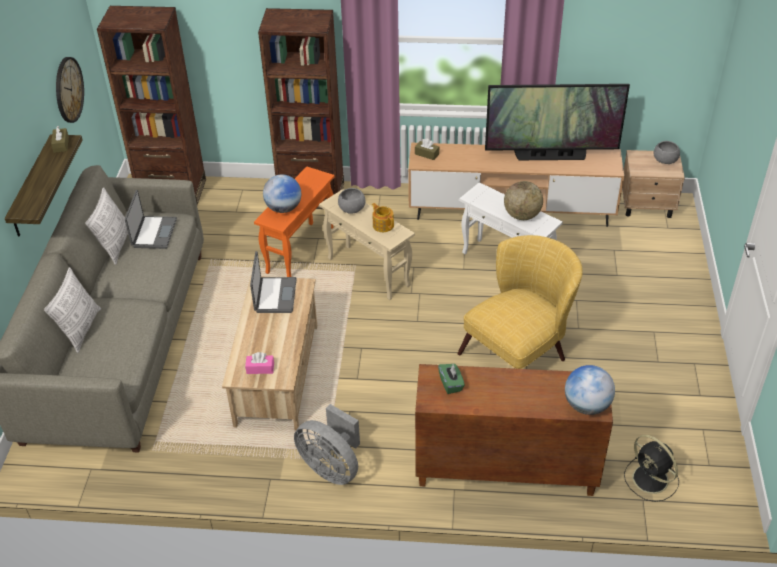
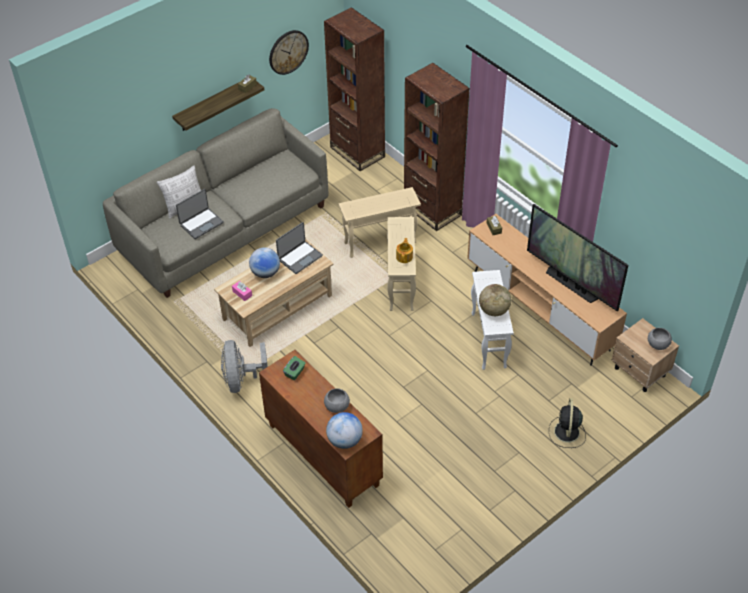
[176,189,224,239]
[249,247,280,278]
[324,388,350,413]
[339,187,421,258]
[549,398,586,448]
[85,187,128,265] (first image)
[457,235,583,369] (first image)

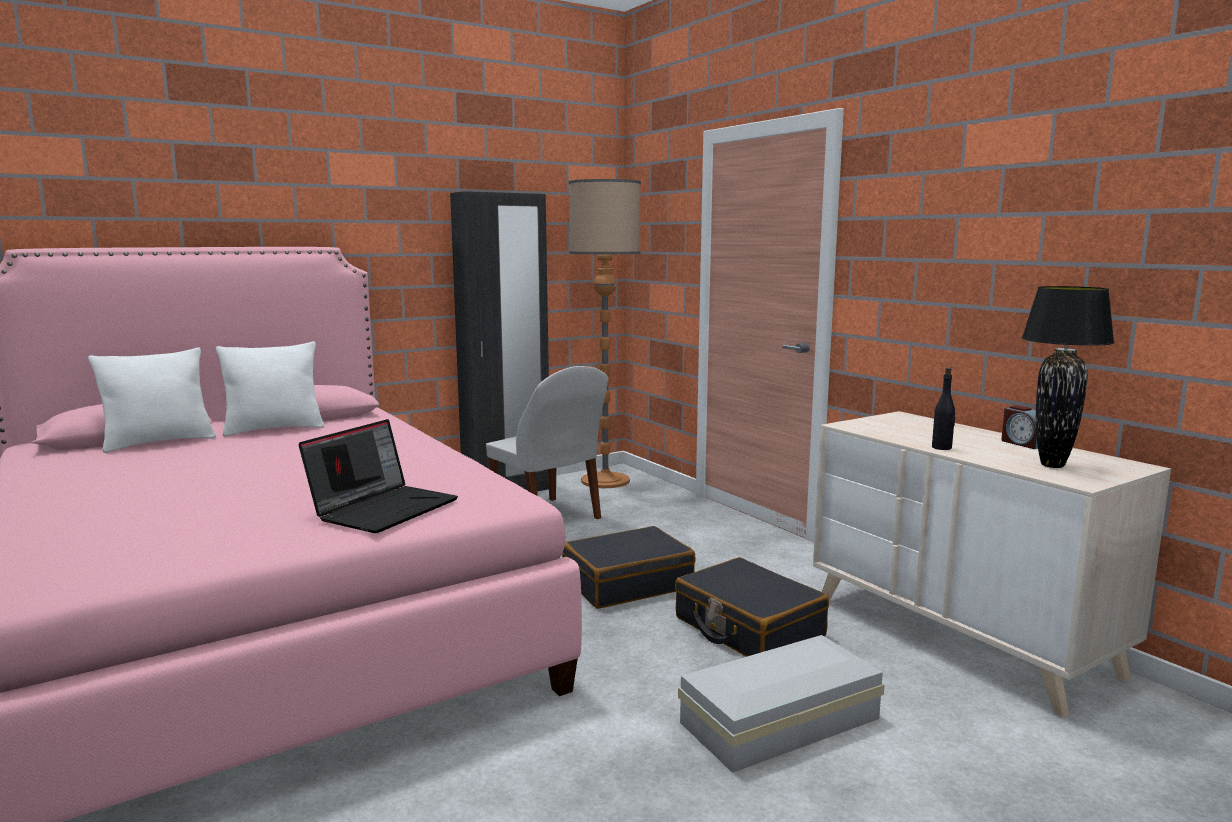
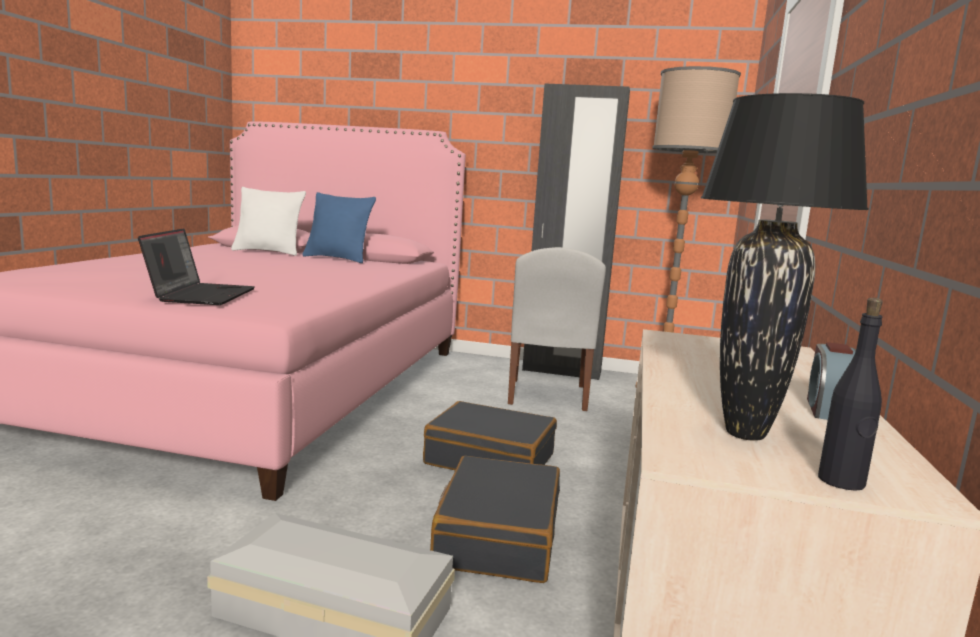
[138,228,255,305]
[302,192,376,263]
[818,298,883,491]

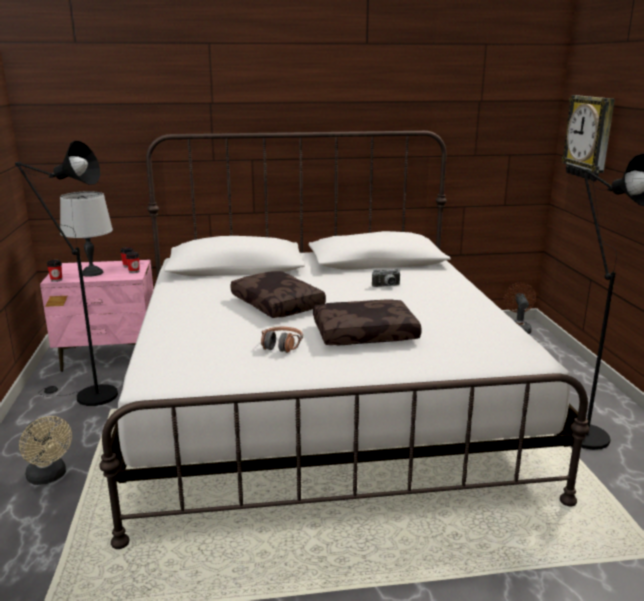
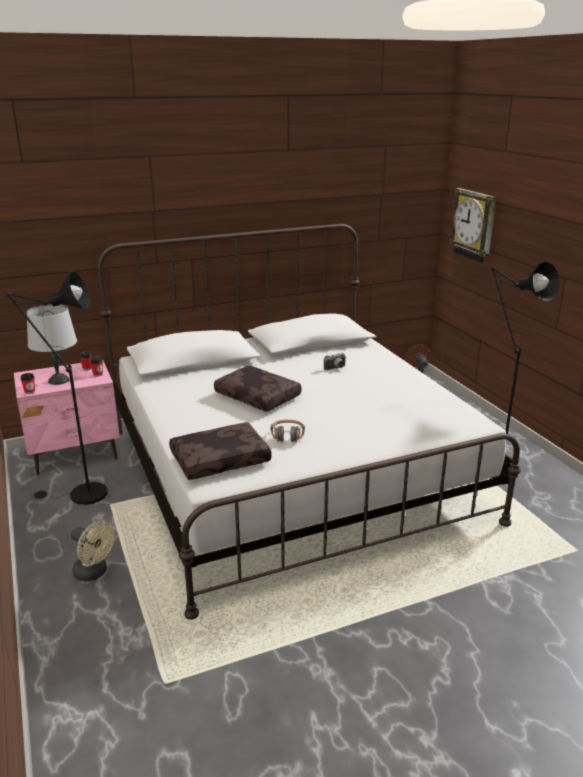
[169,422,272,480]

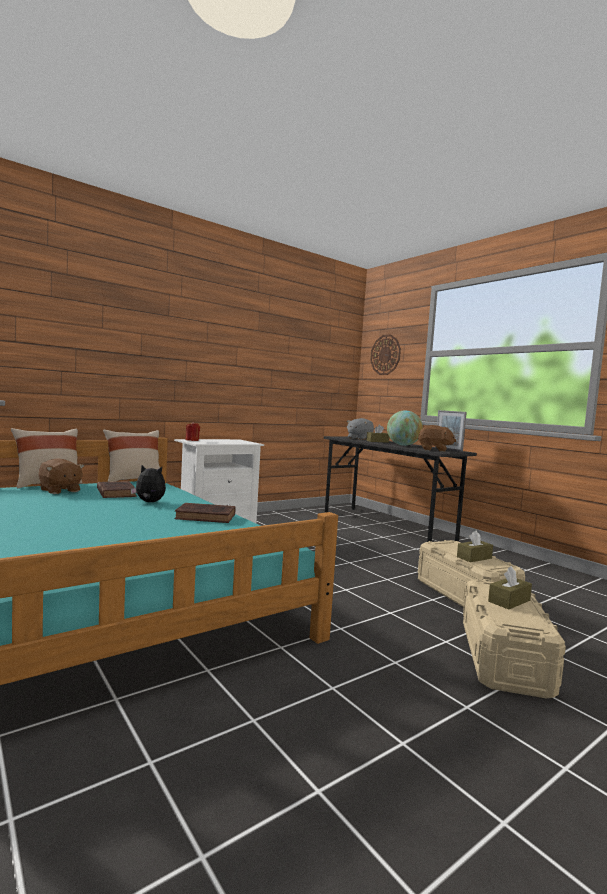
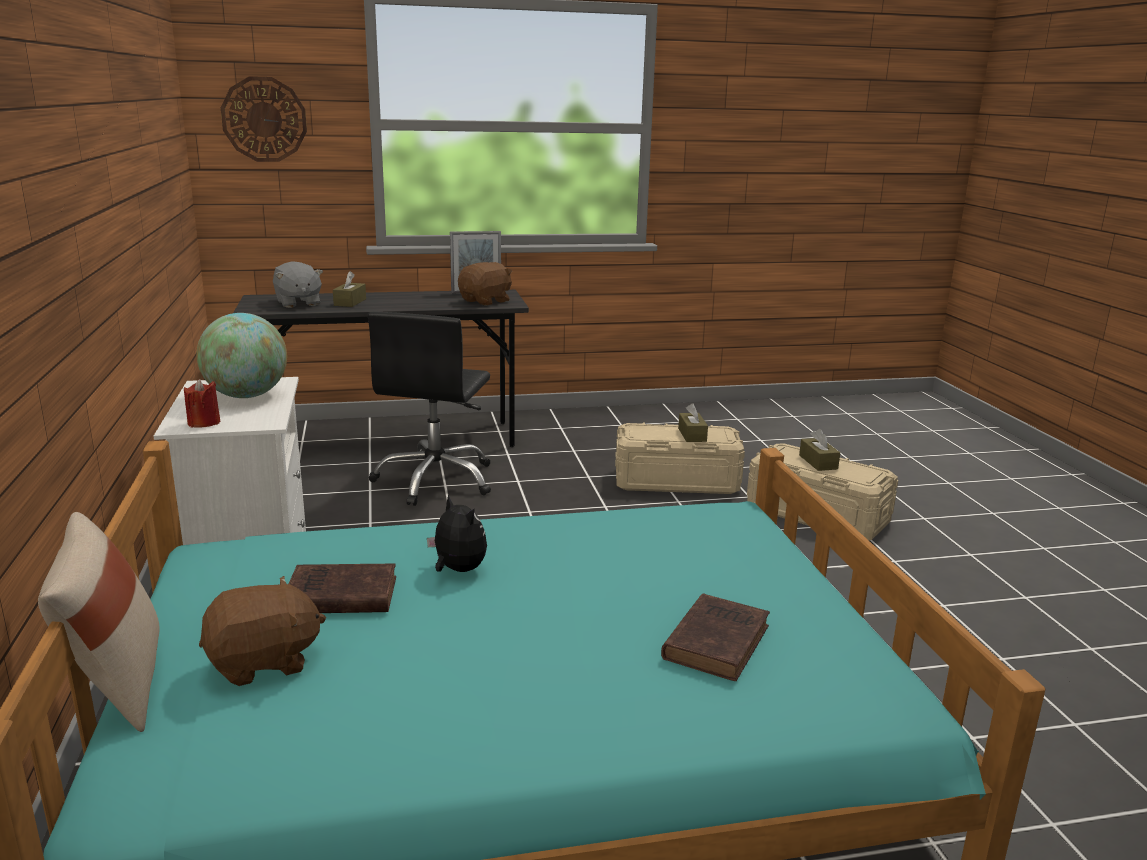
[197,313,287,398]
[368,312,491,506]
[427,494,487,572]
[661,594,770,681]
[103,430,160,482] (first image)

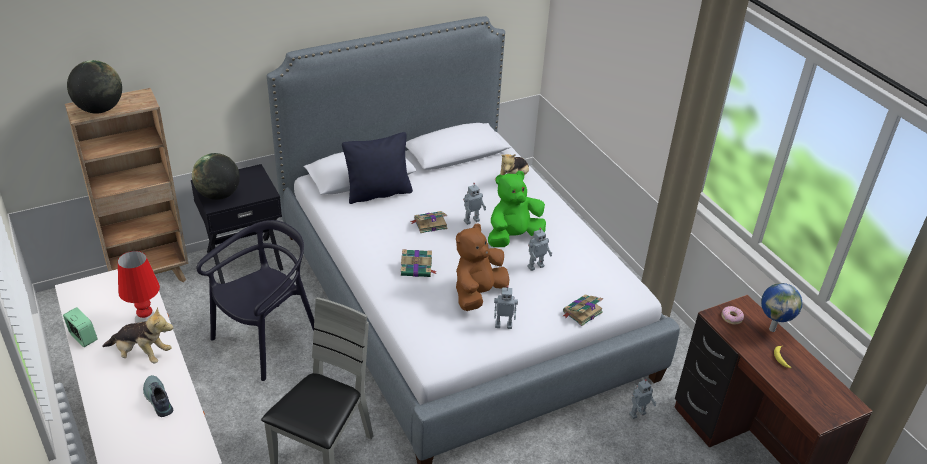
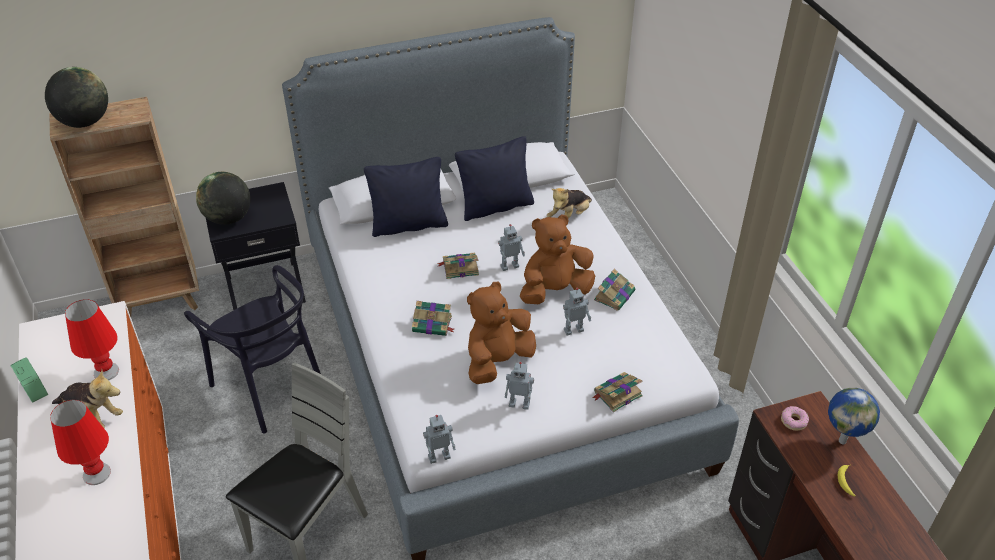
[50,400,111,485]
[184,265,321,434]
[423,415,456,464]
[455,136,534,221]
[520,214,595,304]
[594,269,635,311]

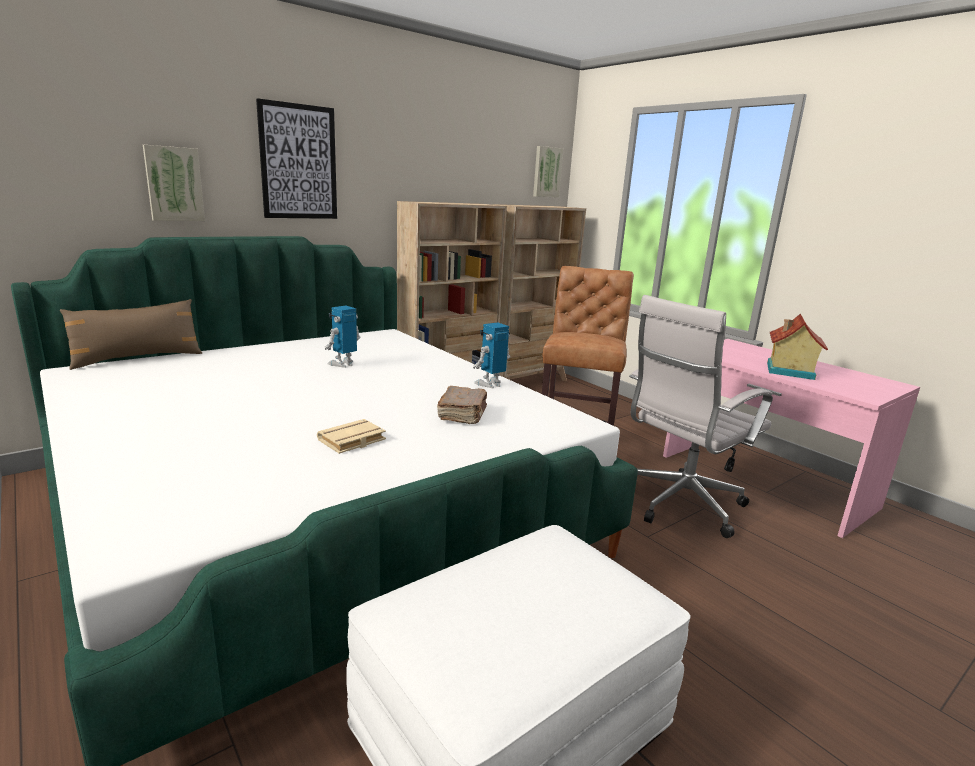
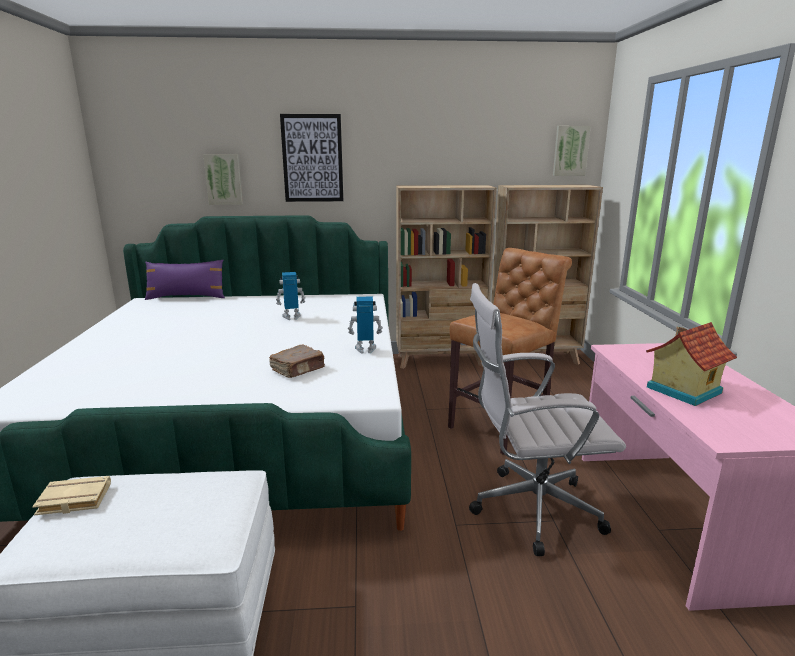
[32,476,111,516]
[145,260,225,300]

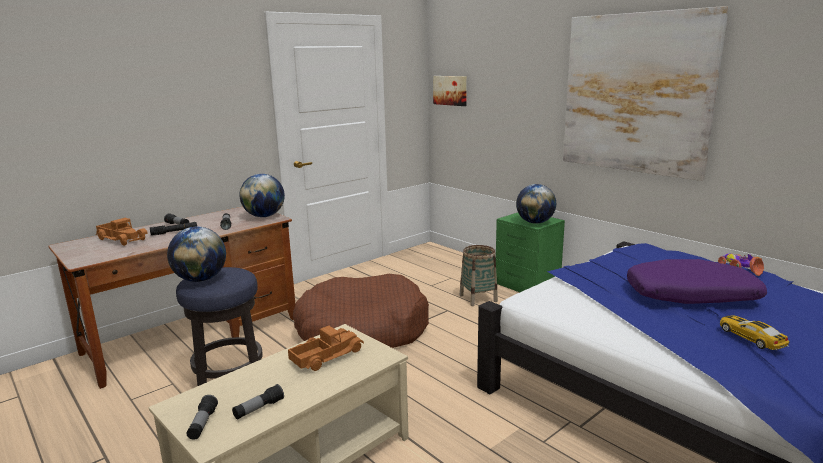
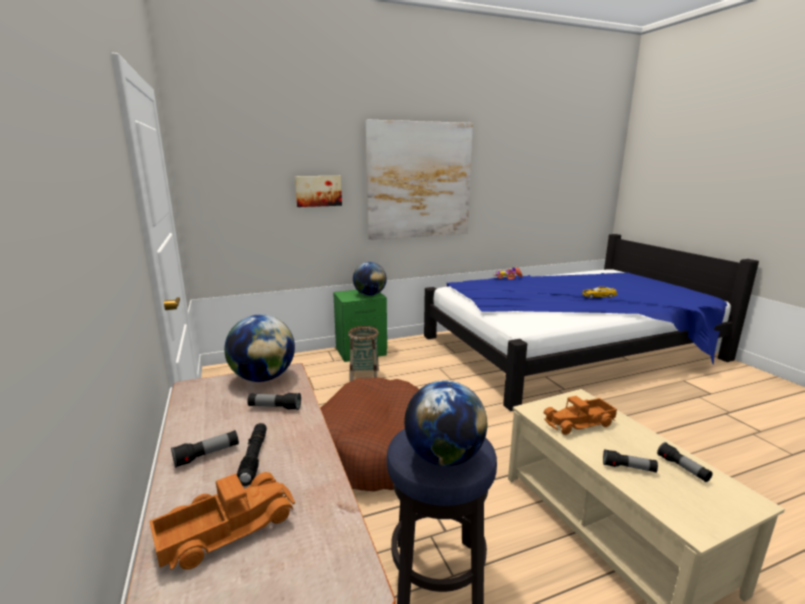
[295,176,342,207]
[544,396,617,435]
[603,449,658,472]
[627,259,767,304] (first image)

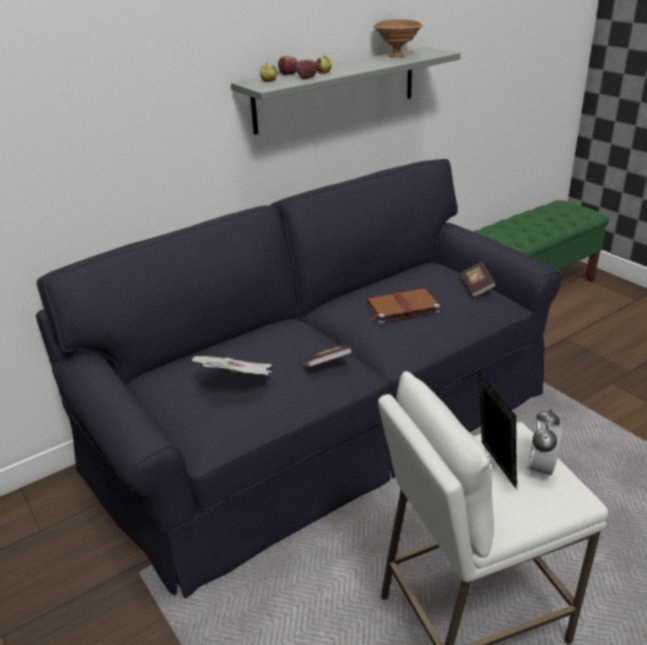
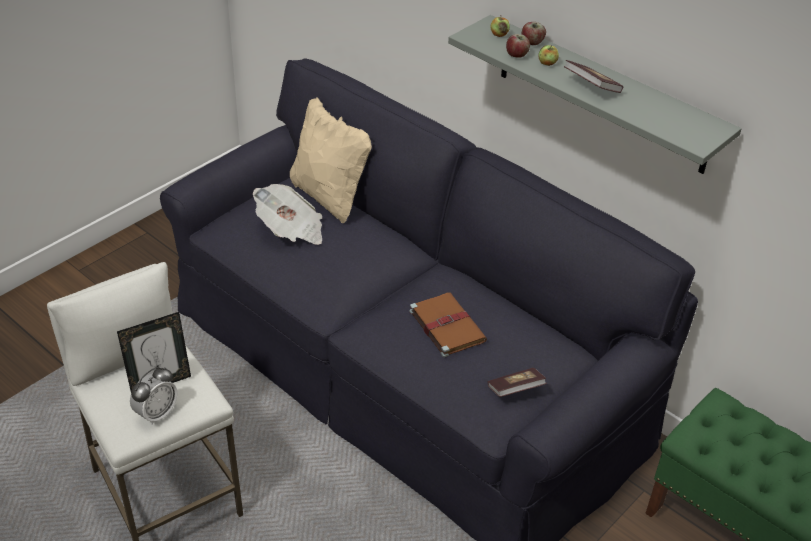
[130,367,177,425]
[290,97,372,223]
[564,60,623,93]
[373,19,423,57] (first image)

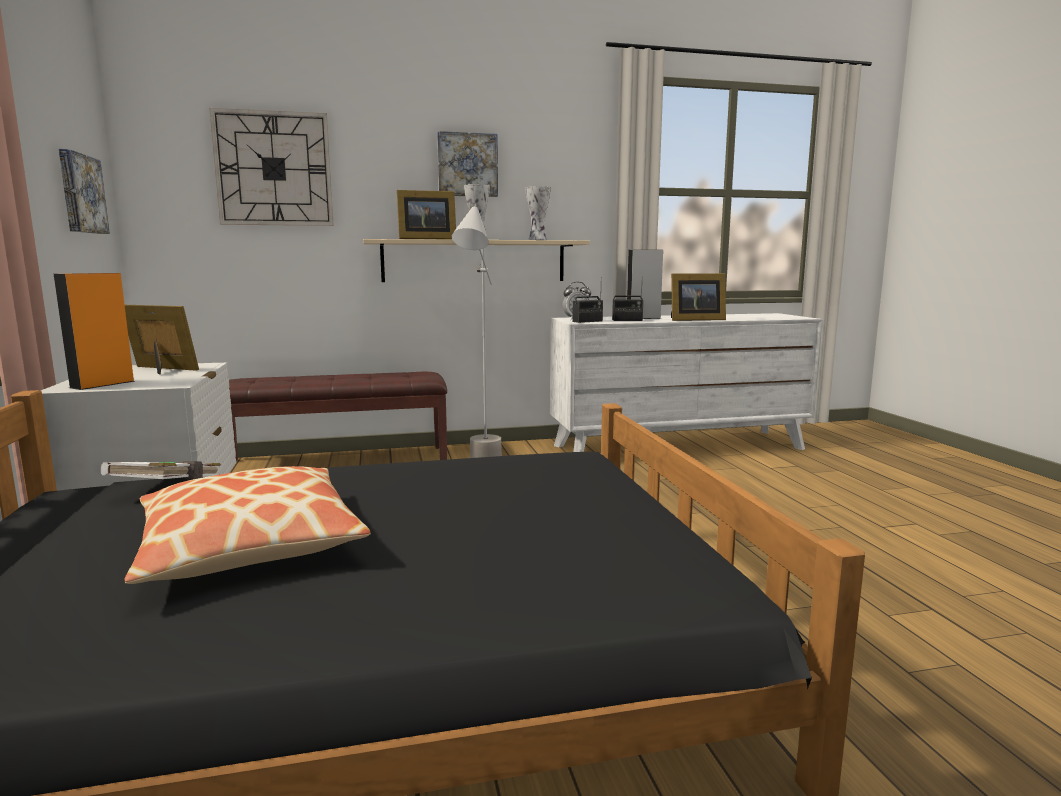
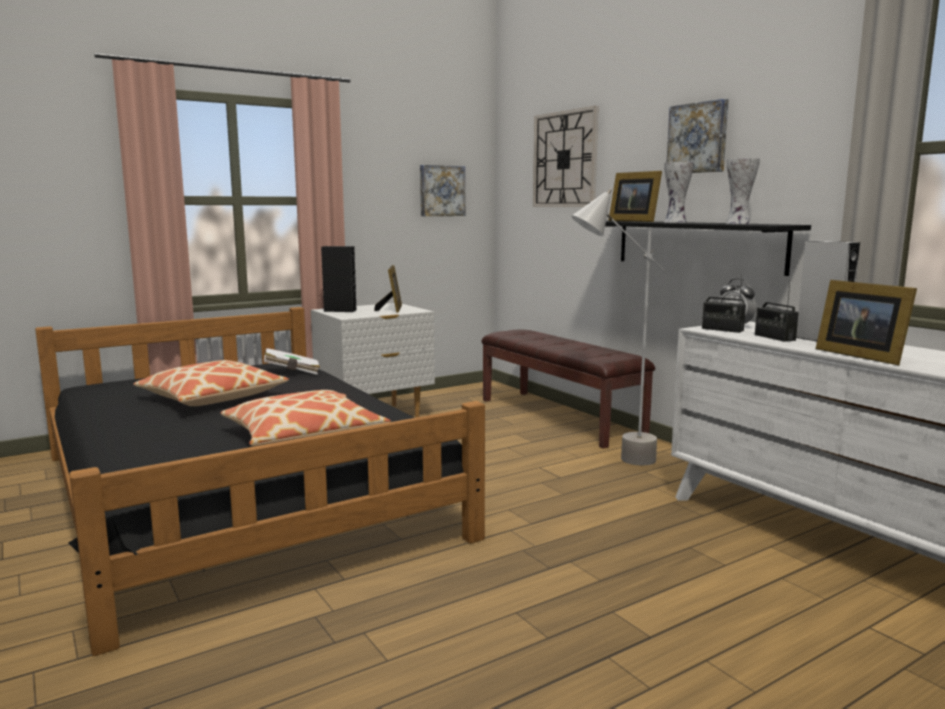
[220,390,391,447]
[321,246,357,312]
[605,221,811,276]

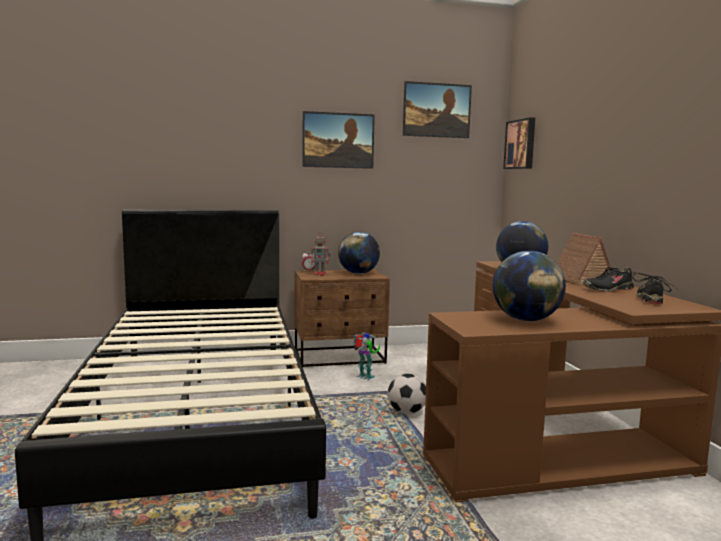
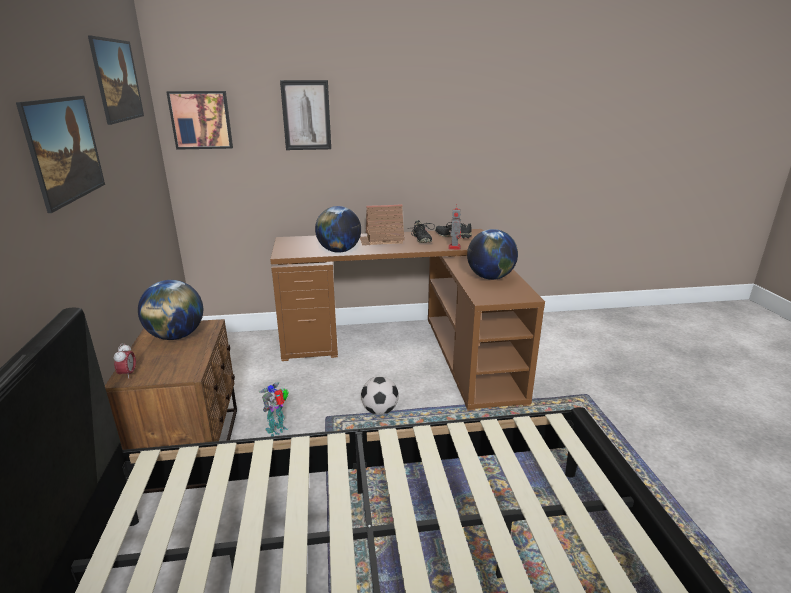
[280,80,331,150]
[448,206,461,250]

